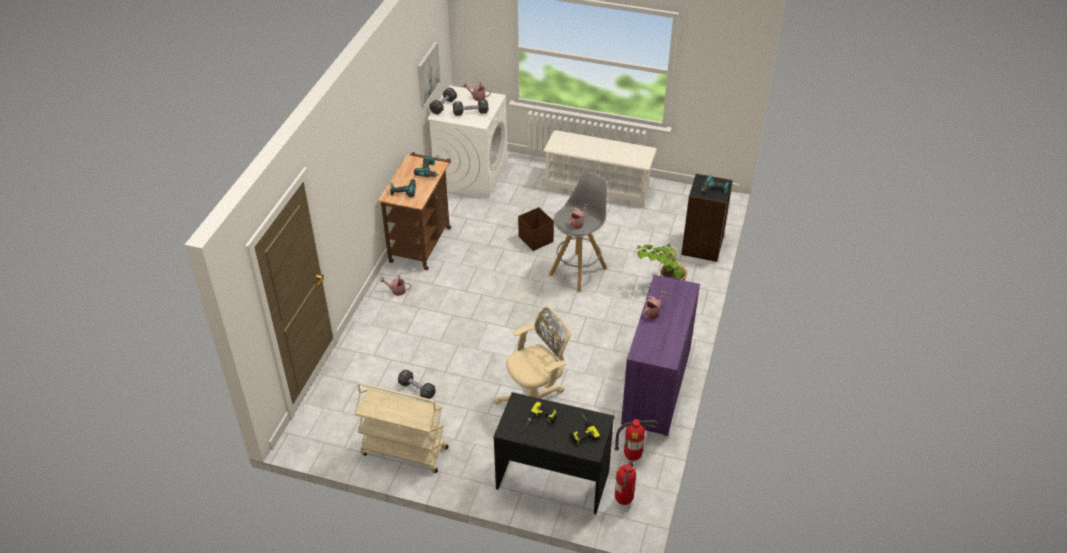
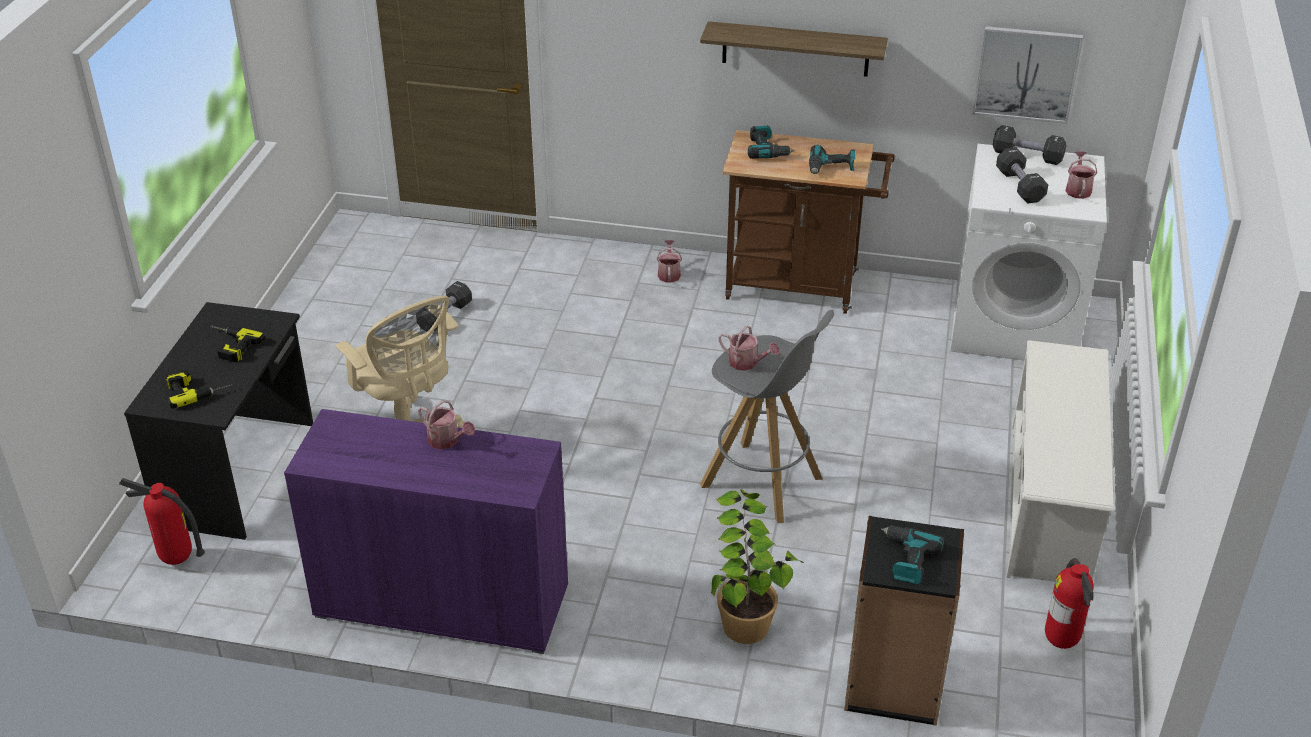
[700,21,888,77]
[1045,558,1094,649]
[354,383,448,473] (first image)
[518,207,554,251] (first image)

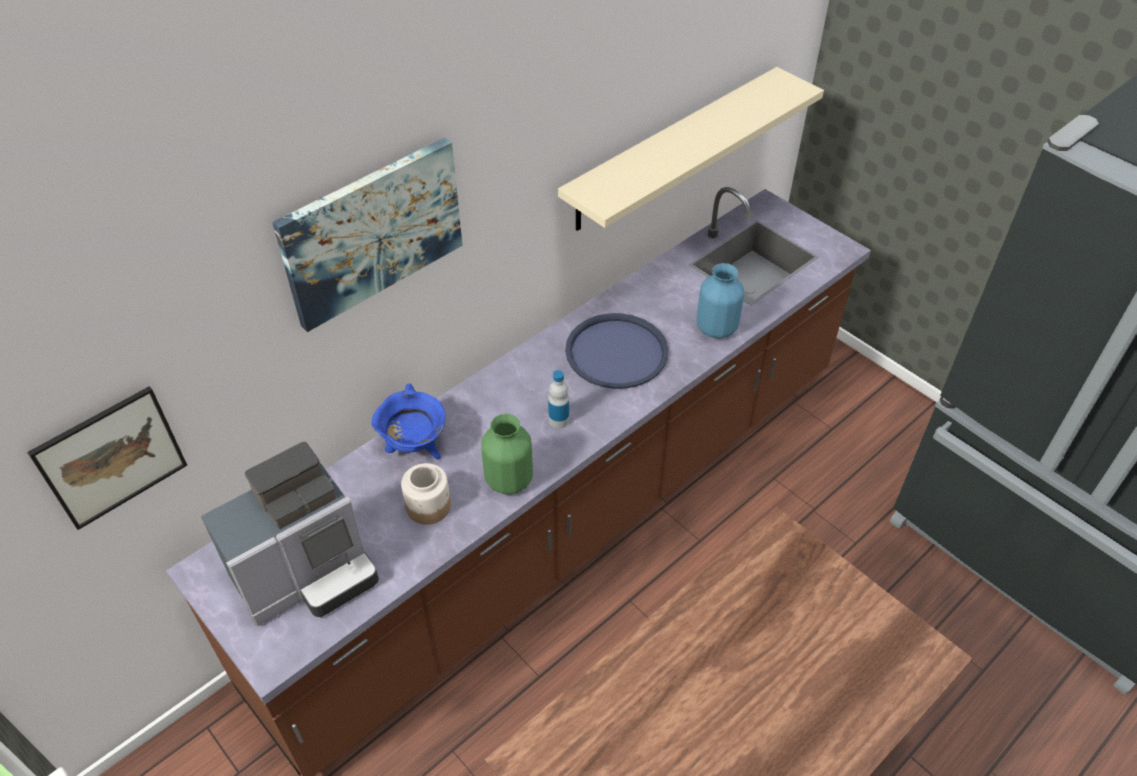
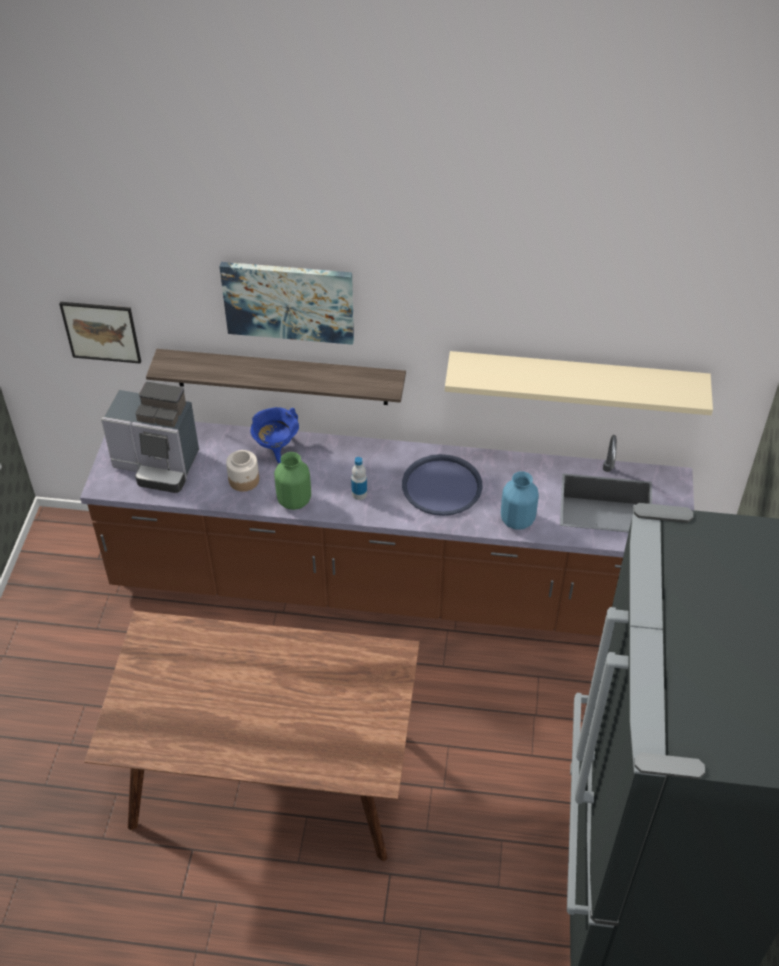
[146,349,406,405]

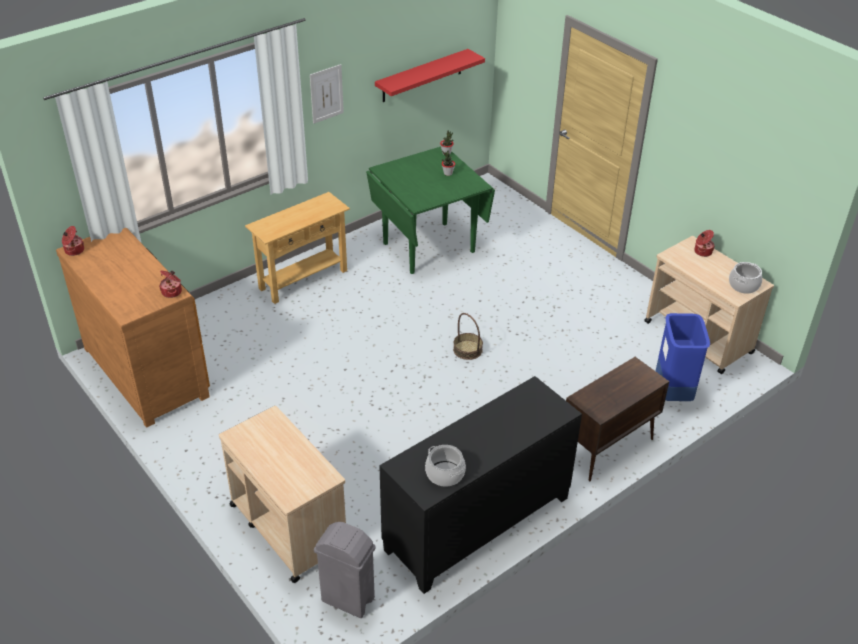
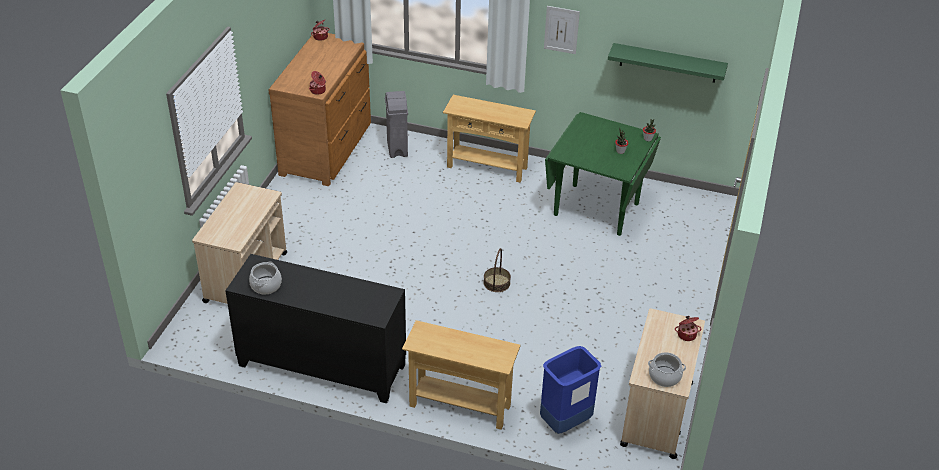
[385,91,408,158]
[402,320,521,430]
[608,43,728,83]

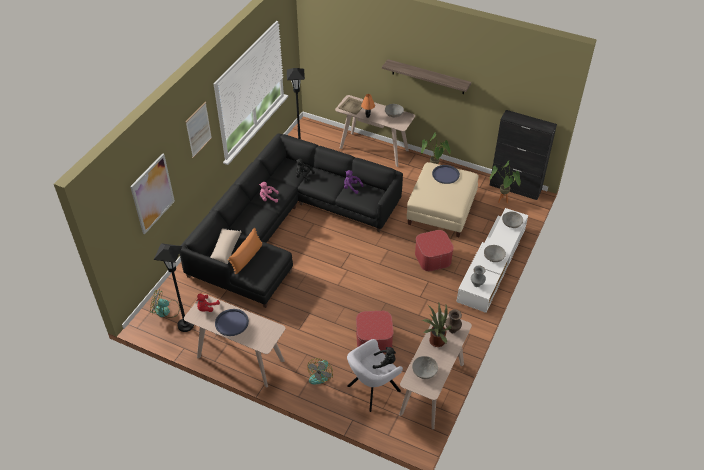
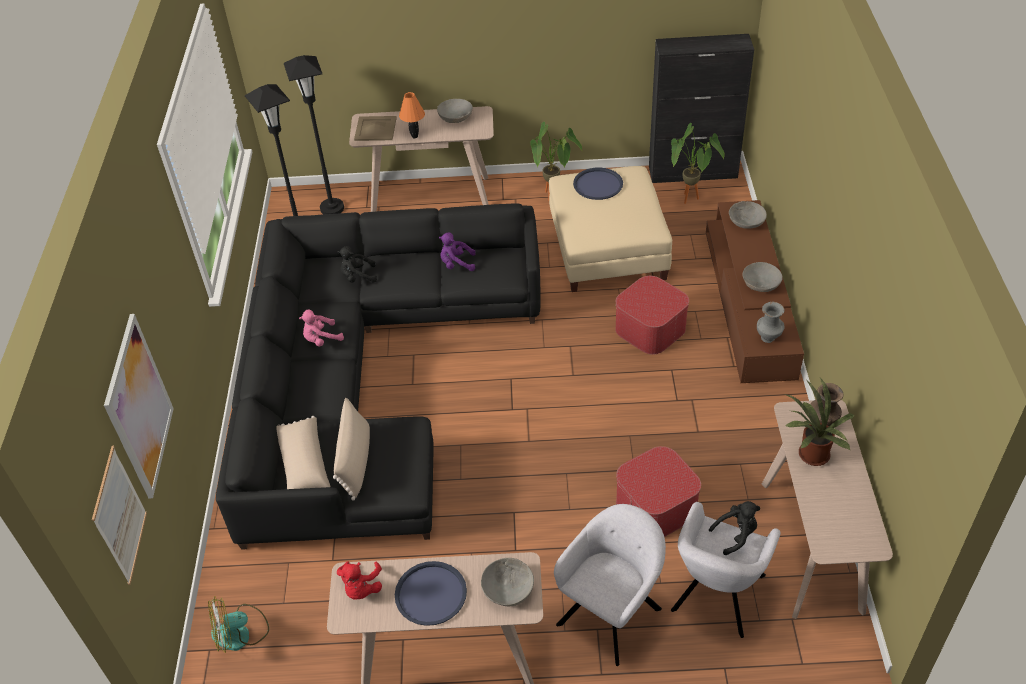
[92,446,147,585]
[284,55,344,214]
[333,398,370,500]
[481,558,534,606]
[554,504,666,666]
[706,200,804,383]
[382,59,471,94] (first image)

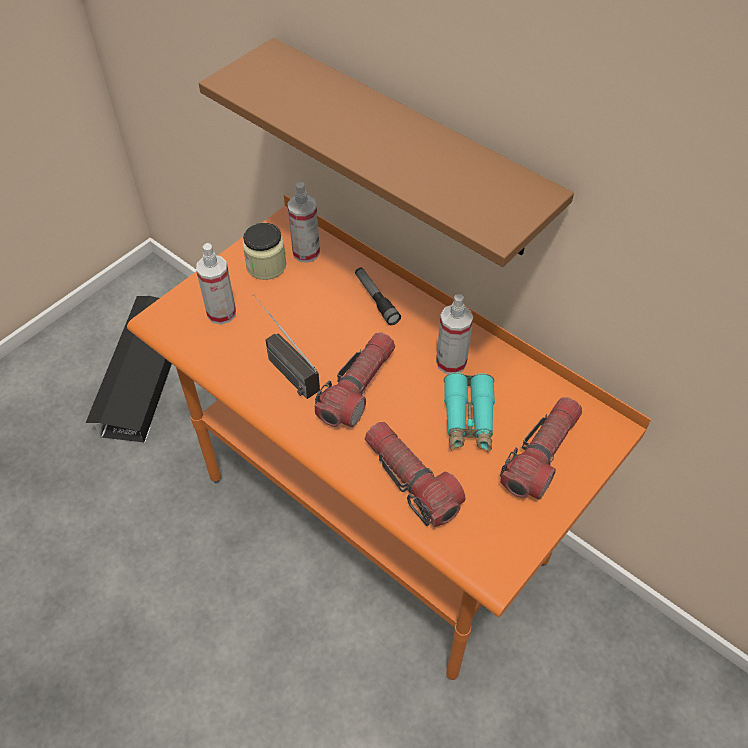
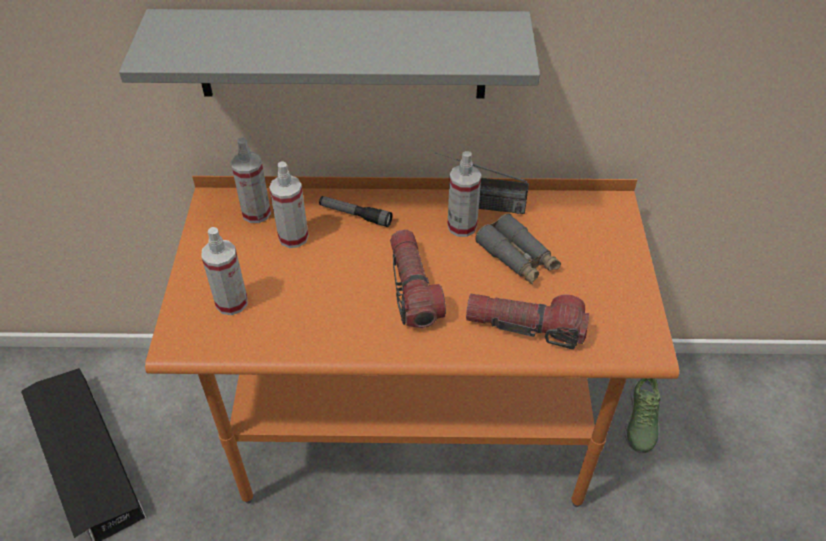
[119,9,540,99]
[269,162,309,248]
[435,152,529,214]
[475,213,561,285]
[625,378,661,453]
[242,223,286,280] (first image)
[500,397,582,500] (first image)

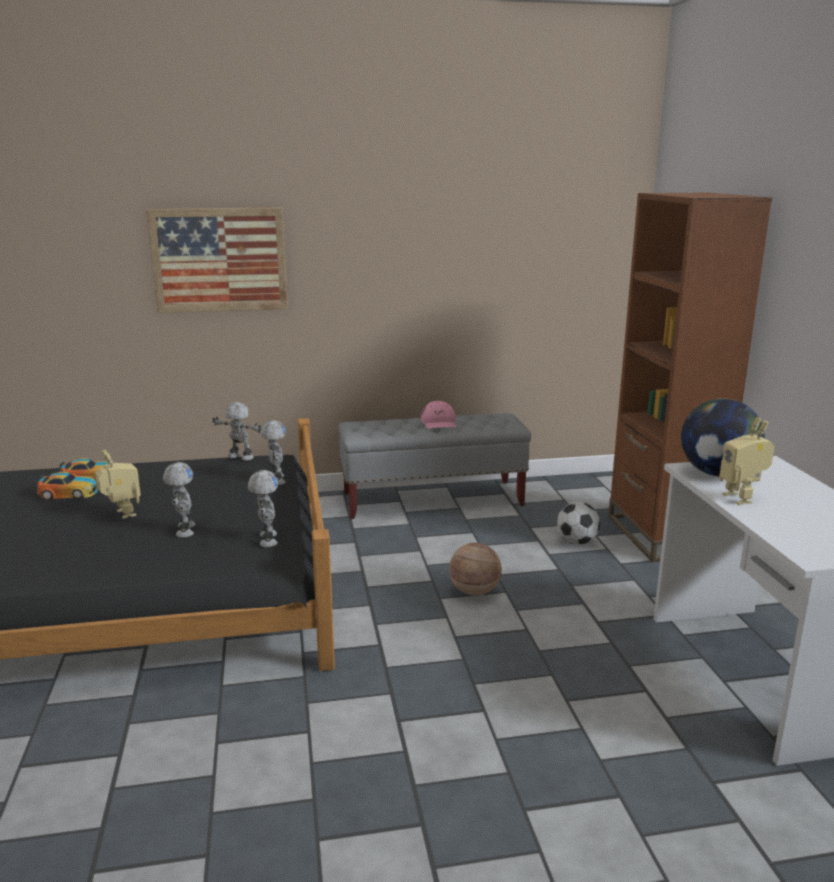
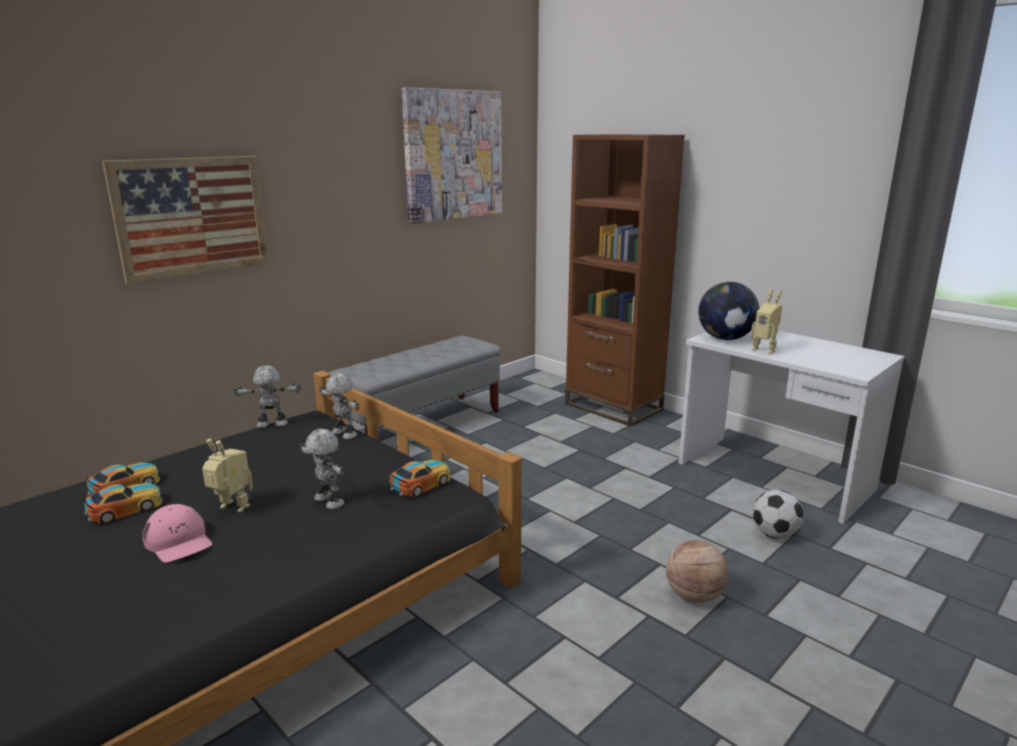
[142,504,212,563]
[389,460,451,497]
[402,87,502,224]
[666,540,729,603]
[753,490,804,539]

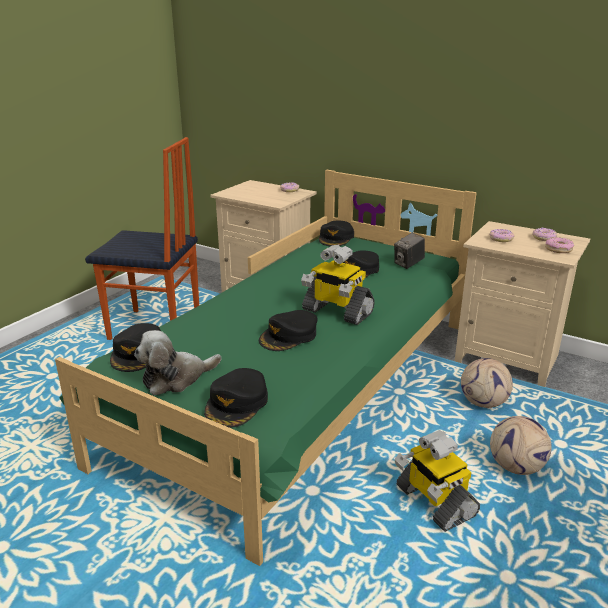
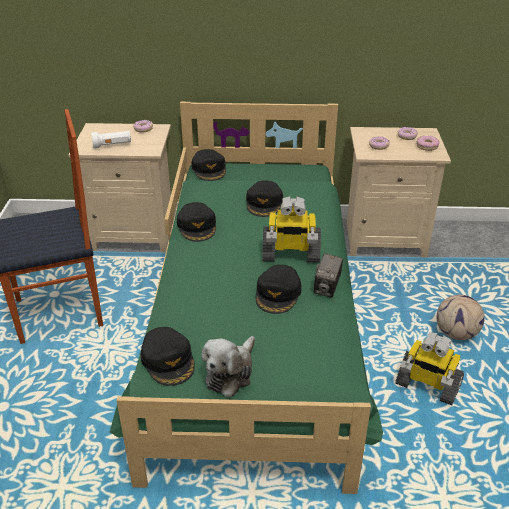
[91,131,131,149]
[177,202,216,242]
[314,253,343,298]
[461,358,513,408] (first image)

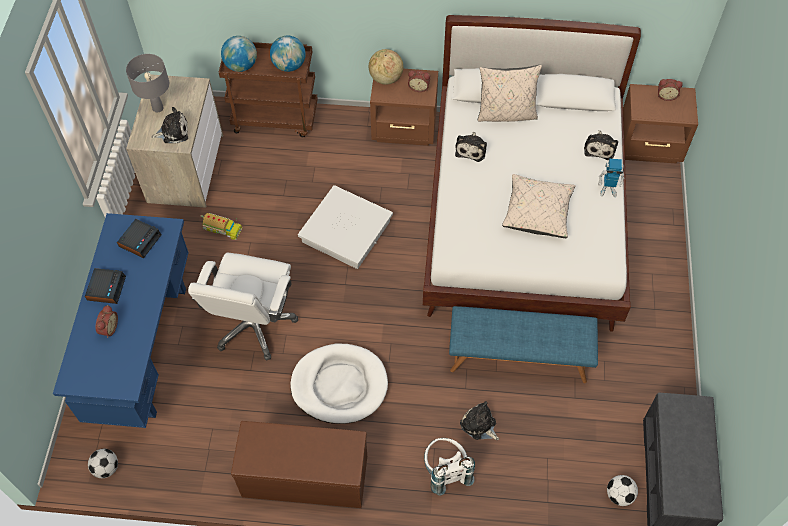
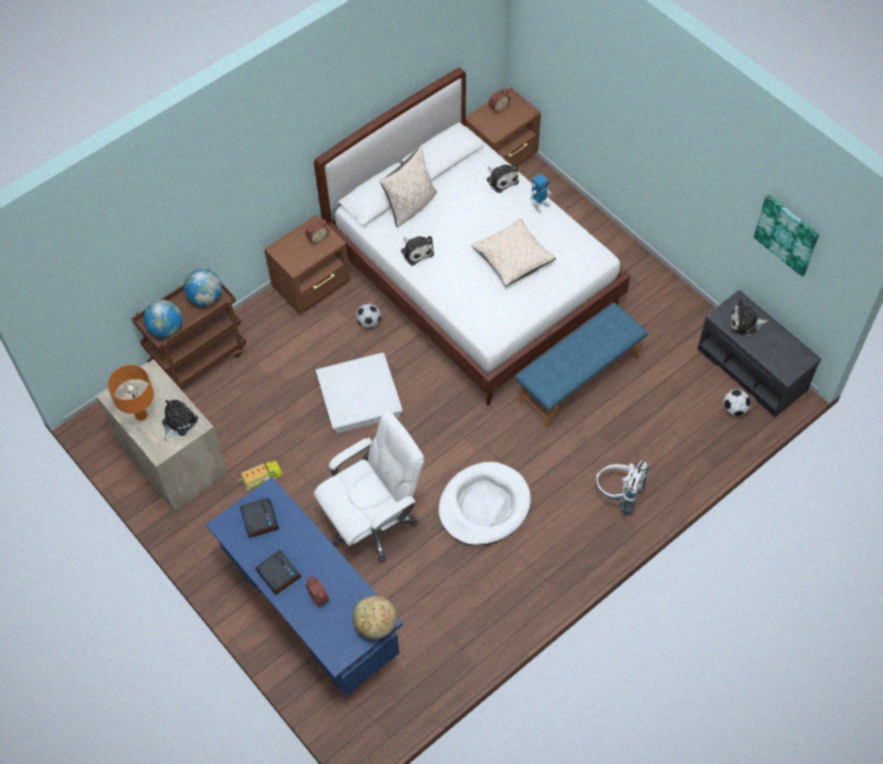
[108,365,154,421]
[314,411,424,563]
[353,595,396,639]
[356,303,381,329]
[730,299,768,336]
[754,194,819,277]
[231,421,367,508] (first image)

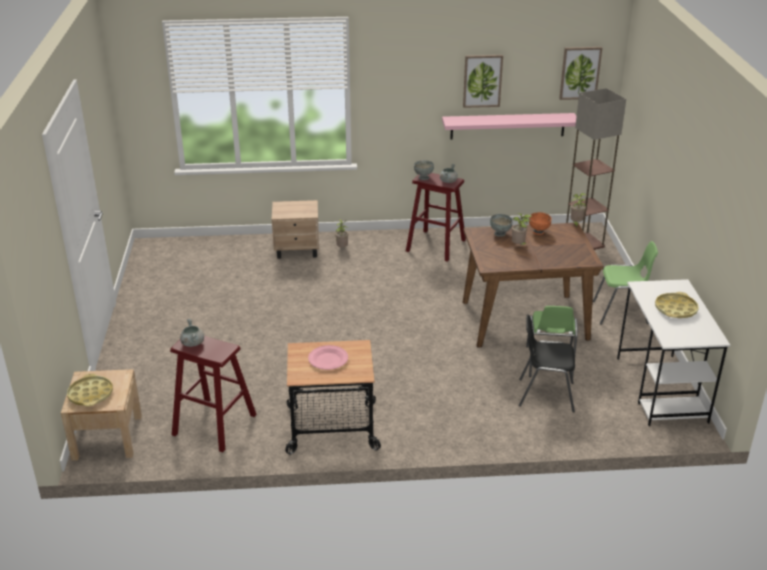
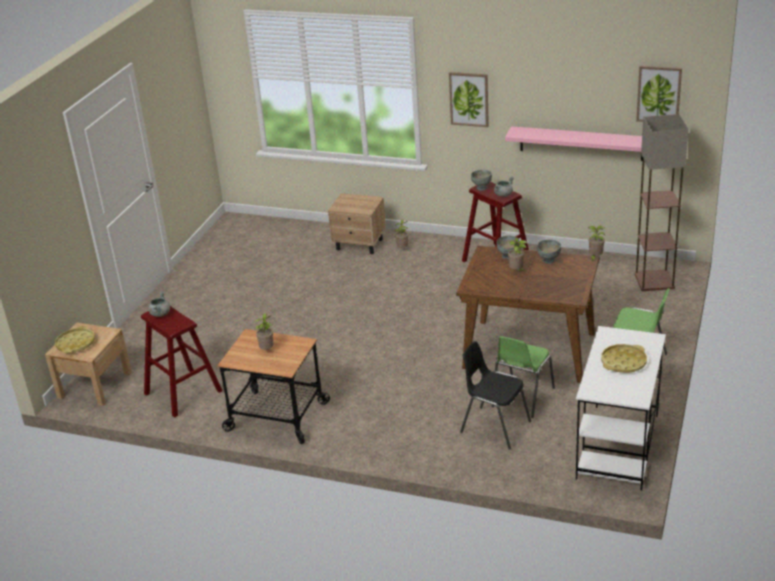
[255,313,274,350]
[449,72,489,127]
[537,240,561,264]

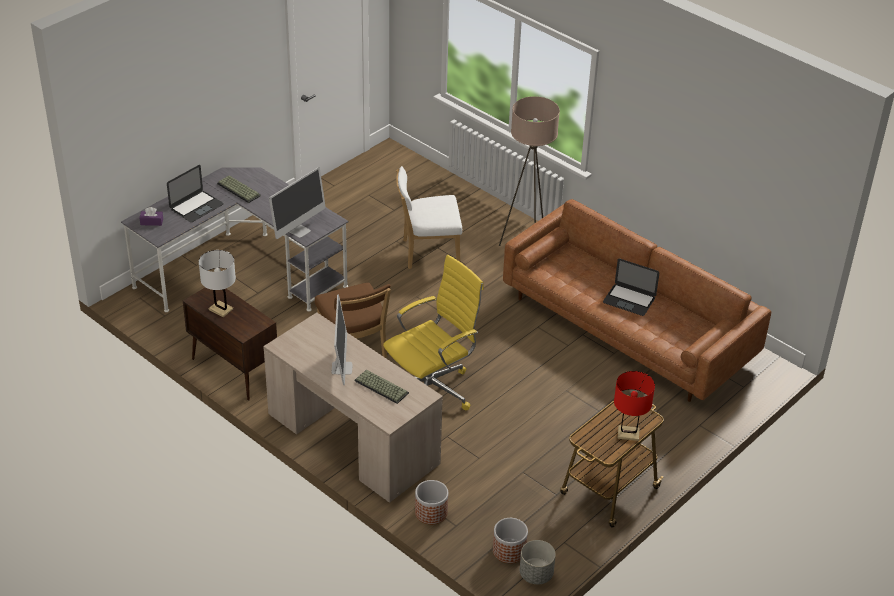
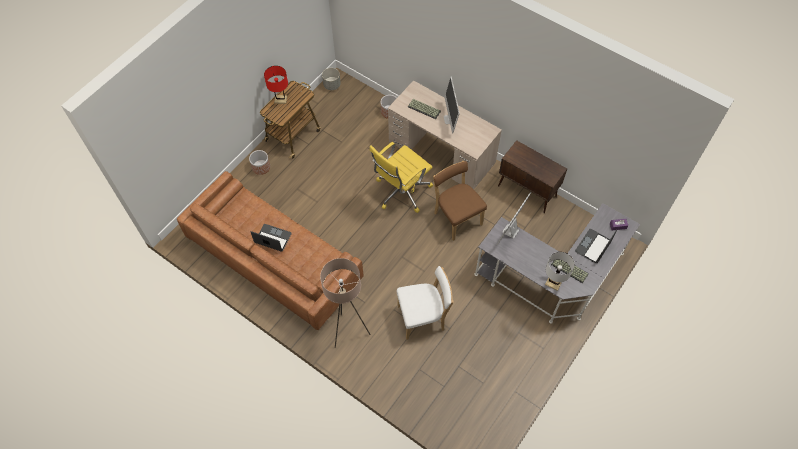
[249,150,270,175]
[545,252,575,291]

